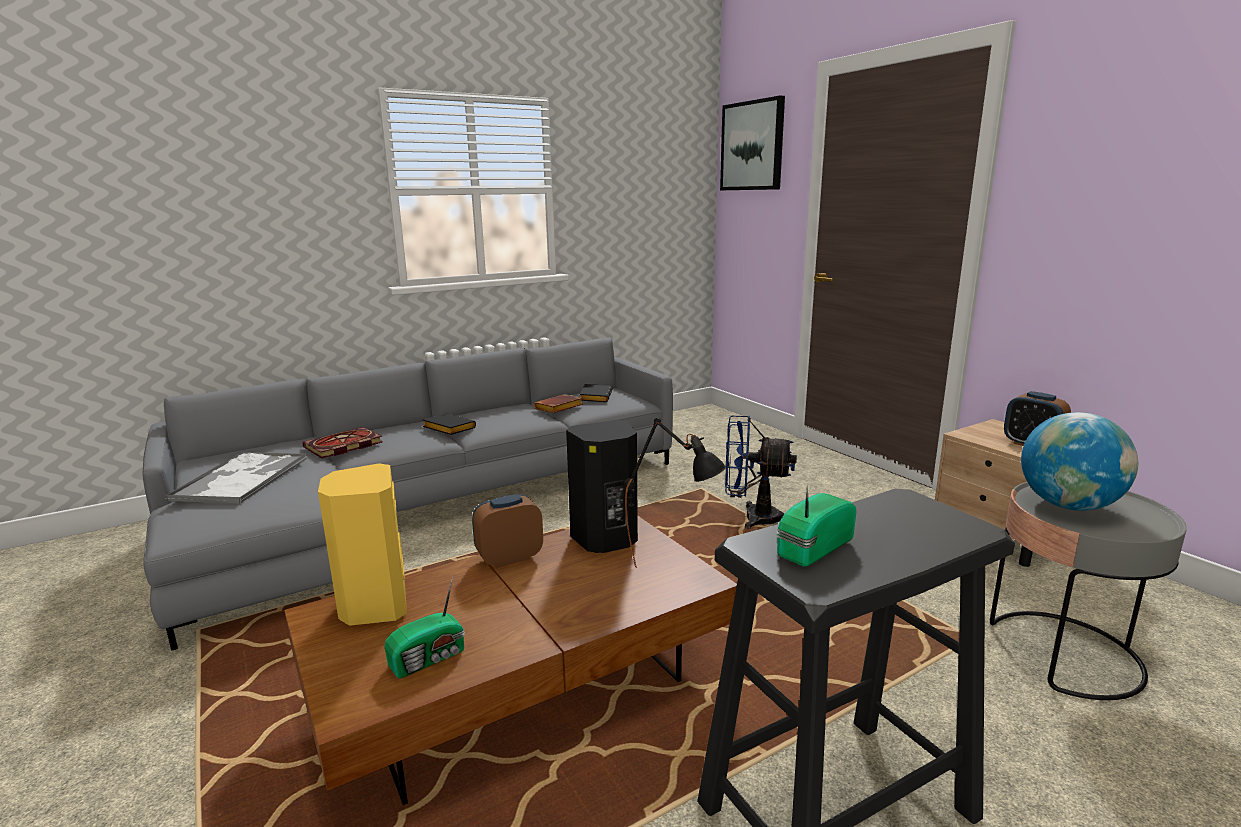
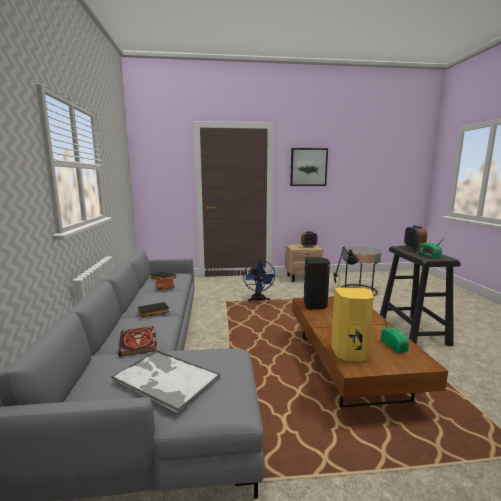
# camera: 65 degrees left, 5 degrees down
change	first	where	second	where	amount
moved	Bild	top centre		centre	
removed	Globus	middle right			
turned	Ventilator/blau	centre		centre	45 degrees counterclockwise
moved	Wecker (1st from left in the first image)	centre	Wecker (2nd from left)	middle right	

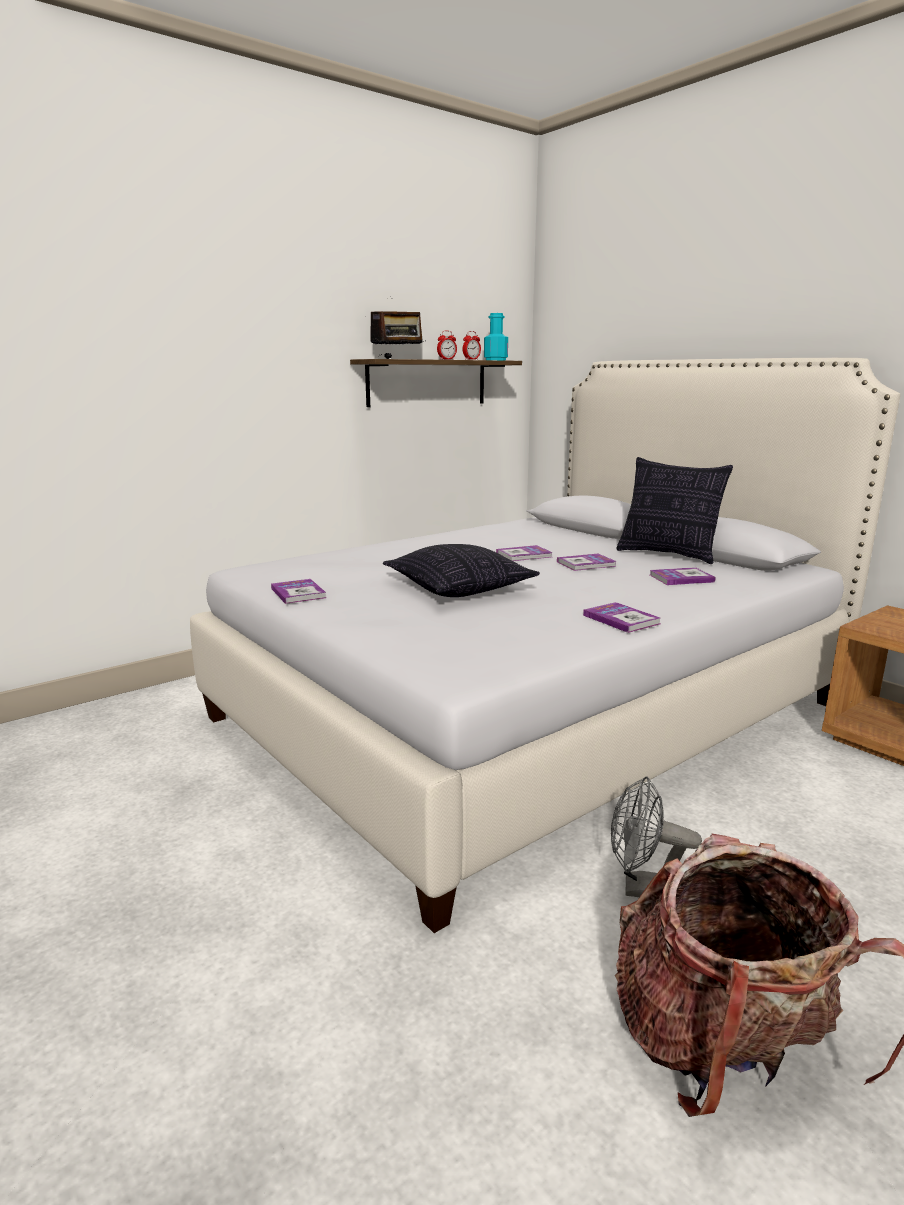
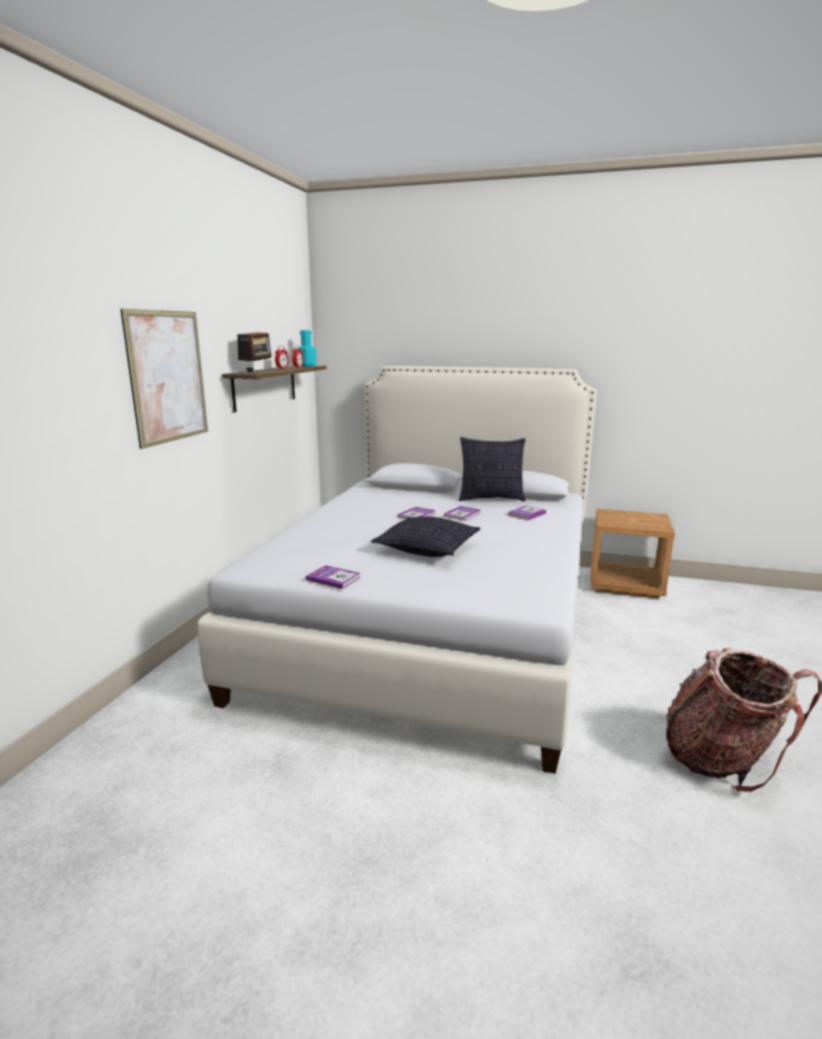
# camera: 35 degrees left, 0 degrees up
change	first	where	second	where	amount
removed	Buch (4th from left)	middle right			
removed	Ventilator/grau	bottom right			
added			Bild	middle left	

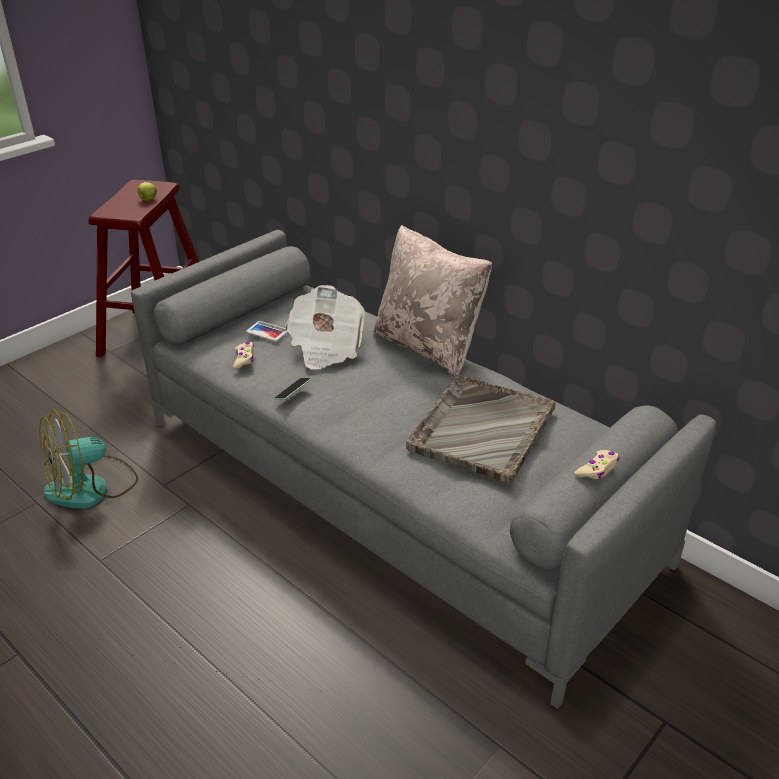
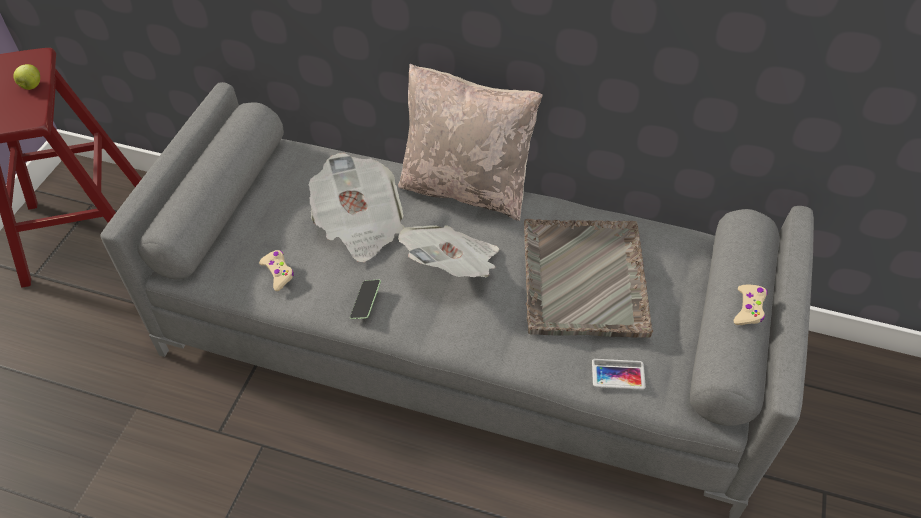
# camera: 25 degrees left, 15 degrees up
change	first	where	second	where	amount
moved	Handy (1st from left in the first image)	centre	Handy (2nd from left)	bottom right	
removed	Ventilator	middle left			
added			Zeitung (2nd from left)	centre	

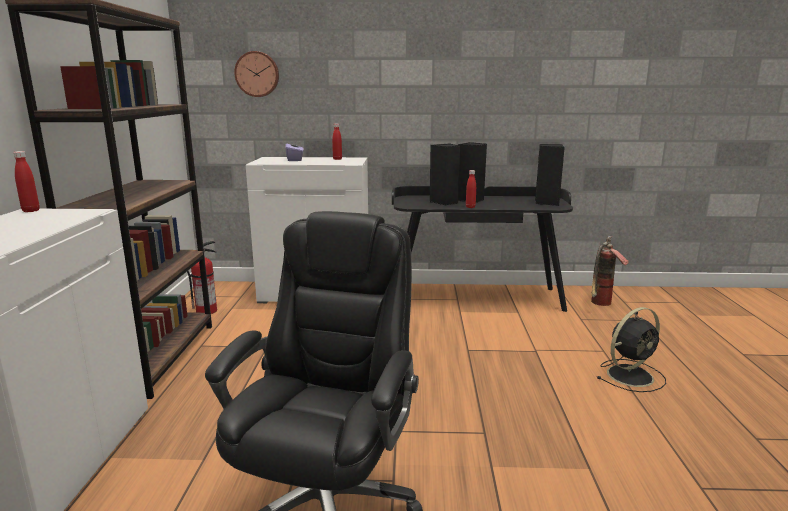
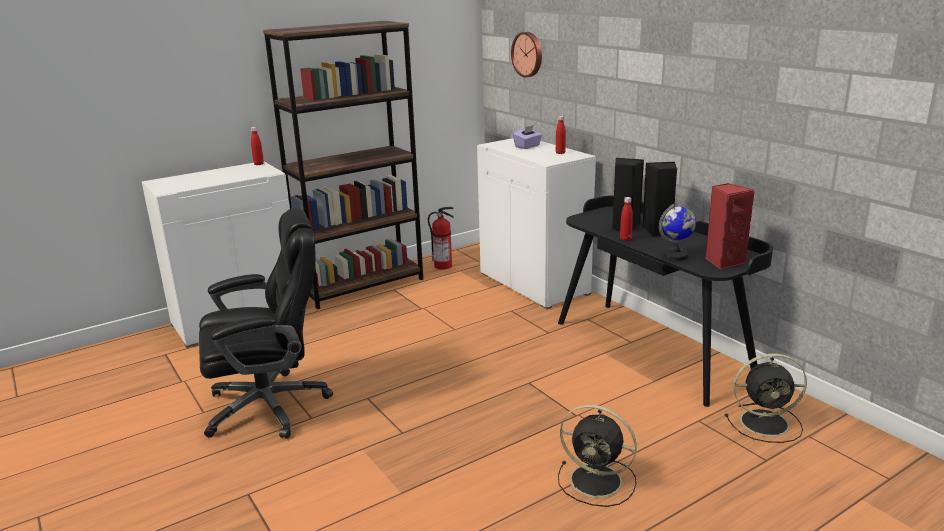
# camera: 55 degrees right, 5 degrees up
change	first	where	second	where	amount
recoloured	Lautsprecher/schwarz (3rd from left)	middle right	Lautsprecher/rot	middle right	
replaced	Feuerlöscher (2nd from left)	middle right	Ventilator/schwarz (2nd from left)	bottom right	
added			Globus	middle right	

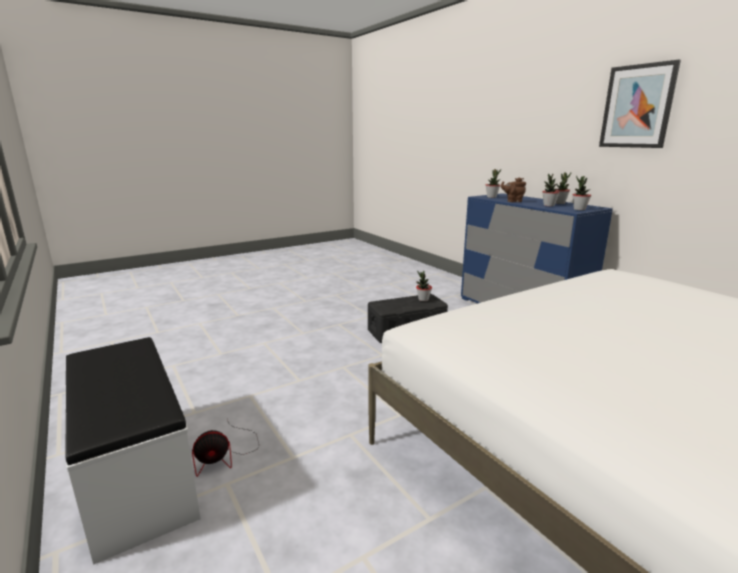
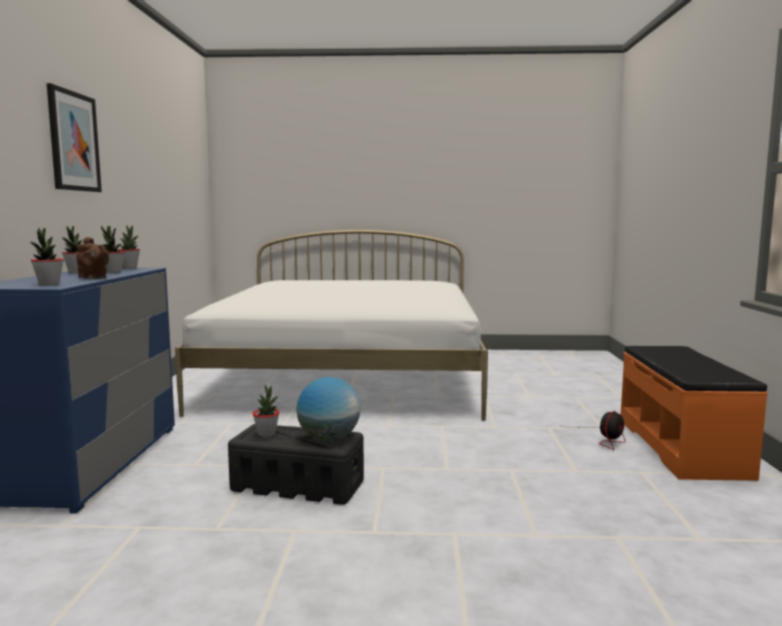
# camera: 145 degrees left, 10 degrees down
change	first	where	second	where	amount
recoloured	Bank/weiß	bottom left	Bank/orange	middle right	
turned	Ventilator	bottom left		bottom right	120 degrees clockwise
added			Globus	centre	

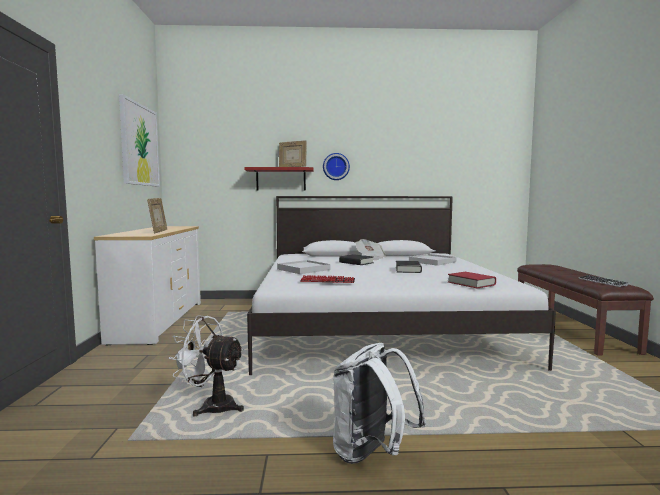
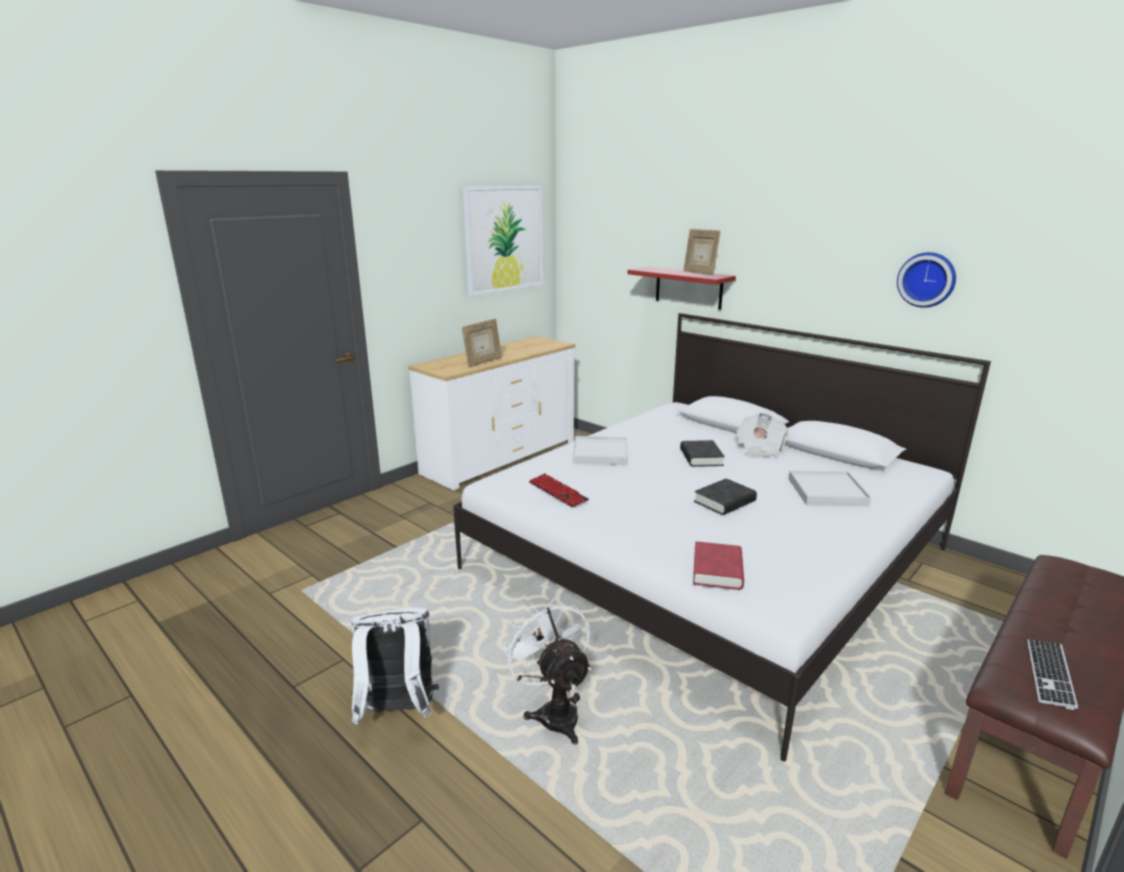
# camera: 45 degrees right, 15 degrees up
change	first	where	second	where	amount
moved	Wanduhr	centre		top right	
moved	Ventilator/weiß	bottom left		bottom centre	

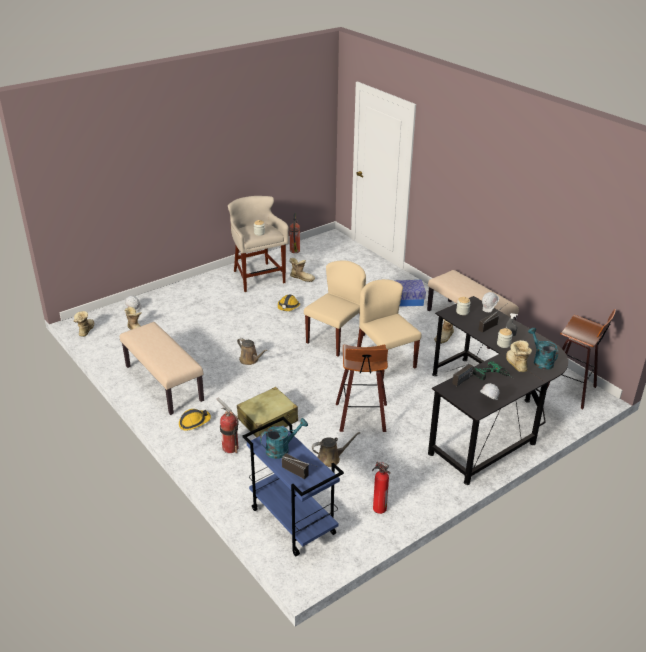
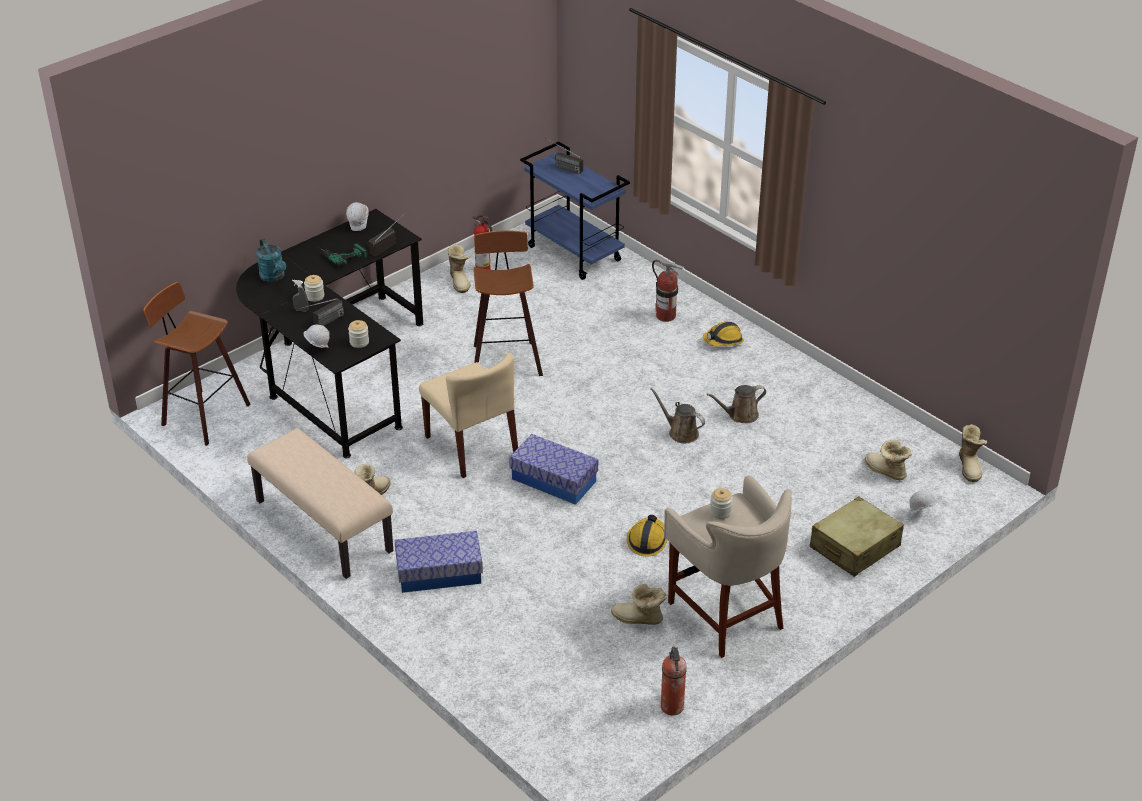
# camera: 175 degrees right, 5 degrees up
change	first	where	second	where	amount
replaced	Stuhl/beige (1st from left)	centre	Aufbewahrungsbox (2nd from left)	centre	
removed	Bank/beige (1st from left)	middle left			
moved	Stiefel (5th from left in the first image)	middle right	Stiefel (2nd from left)	centre	
moved	Koffer/beige	centre		bottom right	
removed	Gießkanne/türkis (1st from left)	bottom centre			
moved	Gießkanne/braun (2nd from left)	bottom centre		centre	

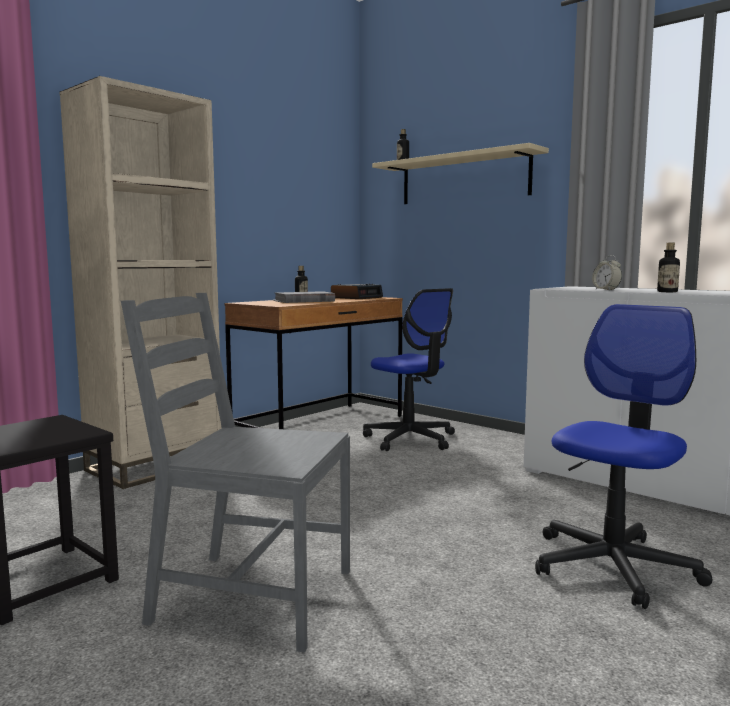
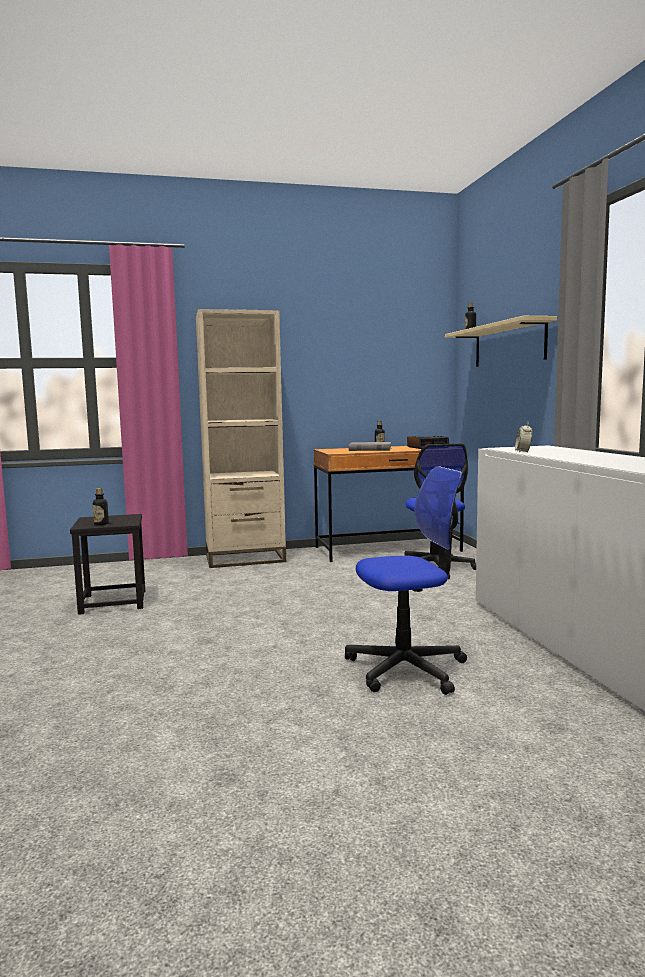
# camera: 35 degrees right, 0 degrees up
change	first	where	second	where	amount
moved	Flasche (3rd from left in the first image)	middle right	Flasche (1st from left)	middle left	
removed	Stuhl/grau	bottom left			

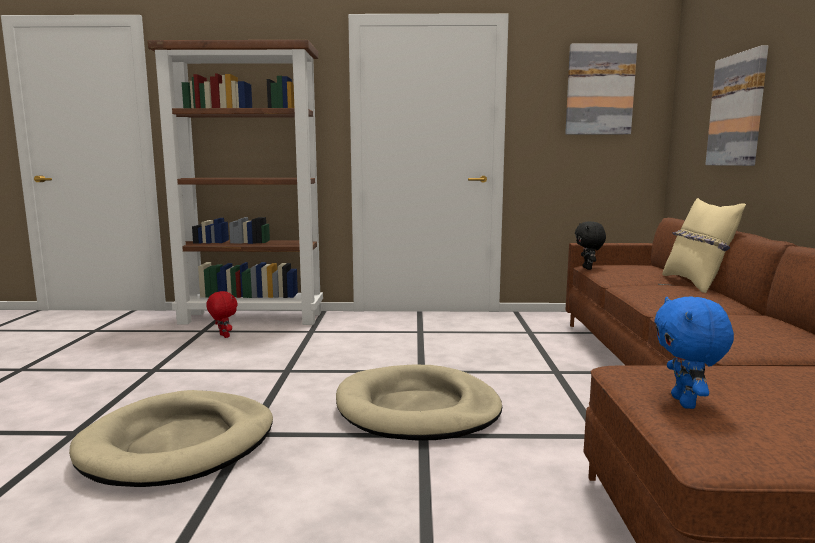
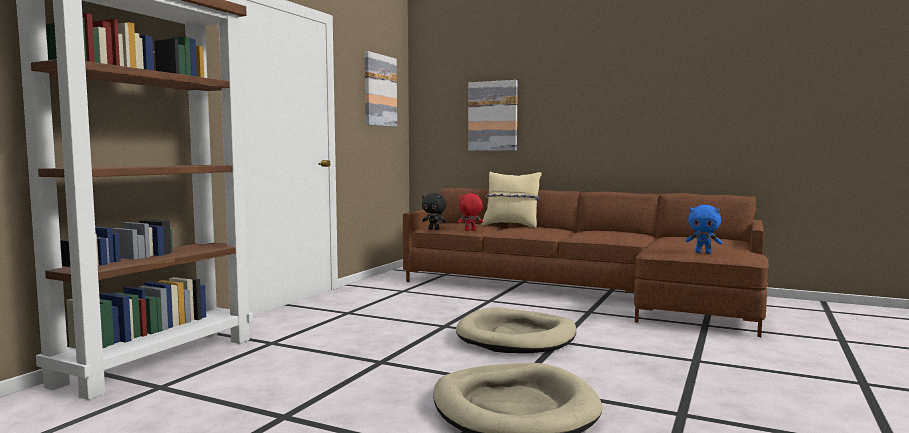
# camera: 65 degrees left, 5 degrees down
change	first	where	second	where	amount
moved	Plüschtier/rot	middle left		centre	

